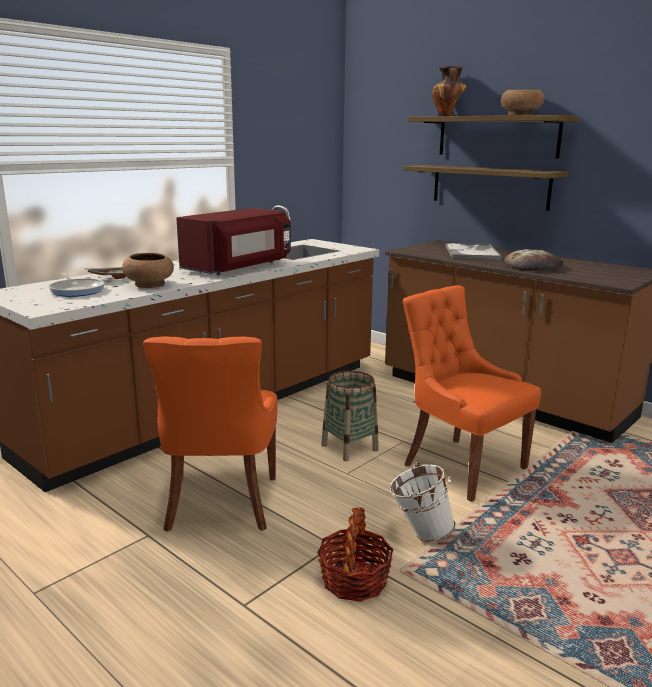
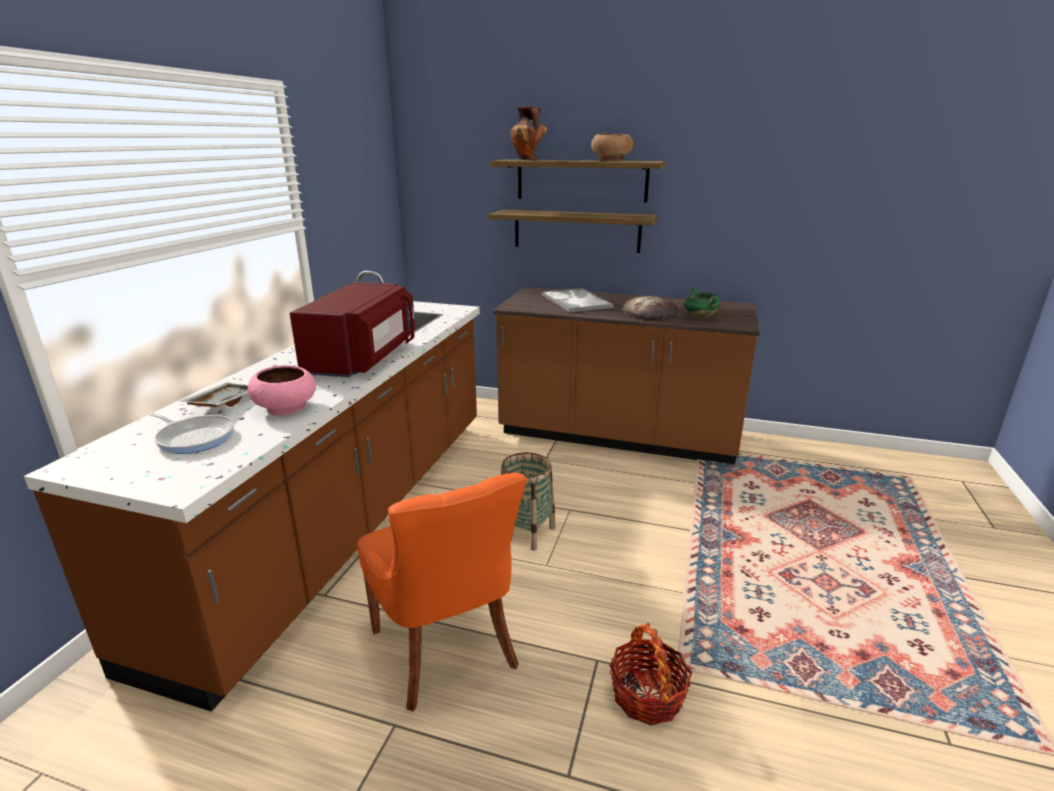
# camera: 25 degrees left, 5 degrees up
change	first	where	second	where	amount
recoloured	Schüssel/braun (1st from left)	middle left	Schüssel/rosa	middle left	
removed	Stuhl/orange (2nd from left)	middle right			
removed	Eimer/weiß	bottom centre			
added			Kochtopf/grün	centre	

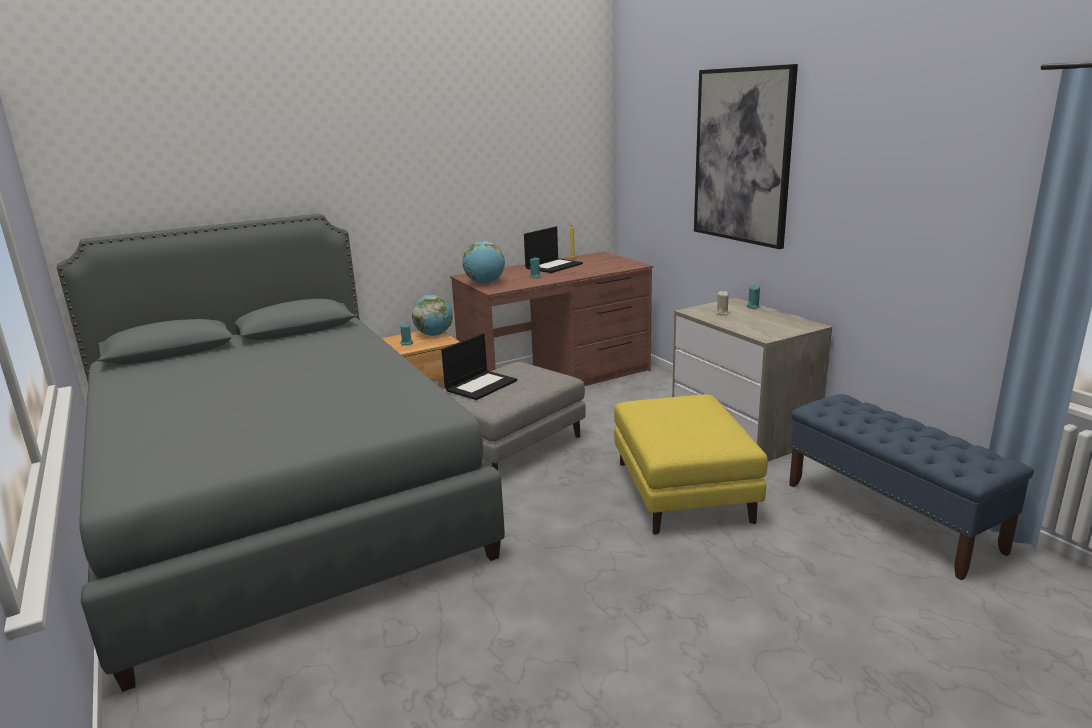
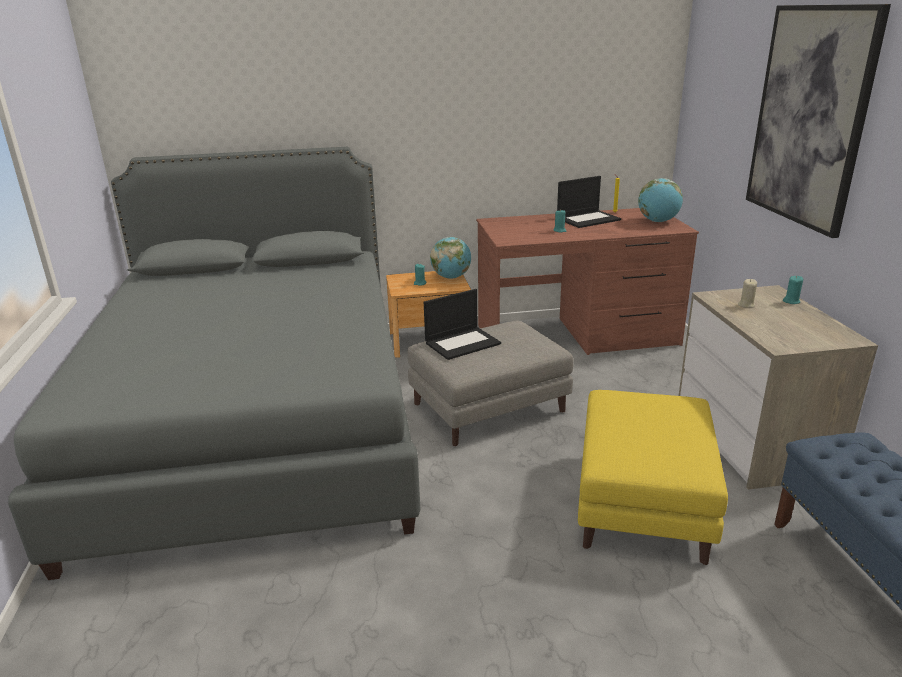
# camera: 20 degrees right, 5 degrees up
change	first	where	second	where	amount
moved	Globus (2nd from left)	centre		top right	

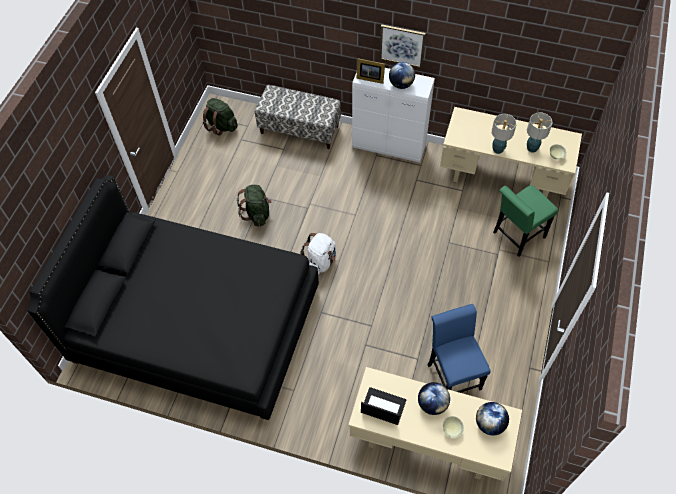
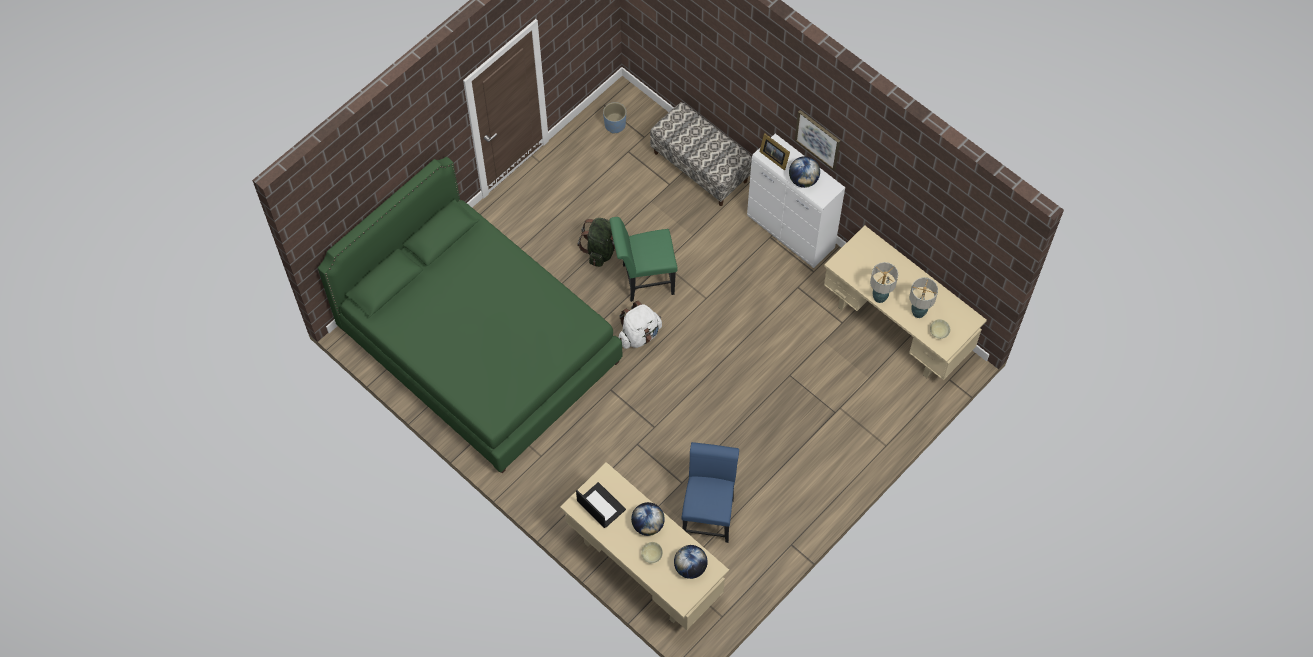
# camera: 25 degrees right, 5 degrees up
change	first	where	second	where	amount
replaced	Rucksack/grün (1st from left)	top left	Pflanzkübel/blau	top centre	
recoloured	Bett/schwarz	middle left	Bett/grün	centre	
moved	Stuhl/grün	middle right		centre	

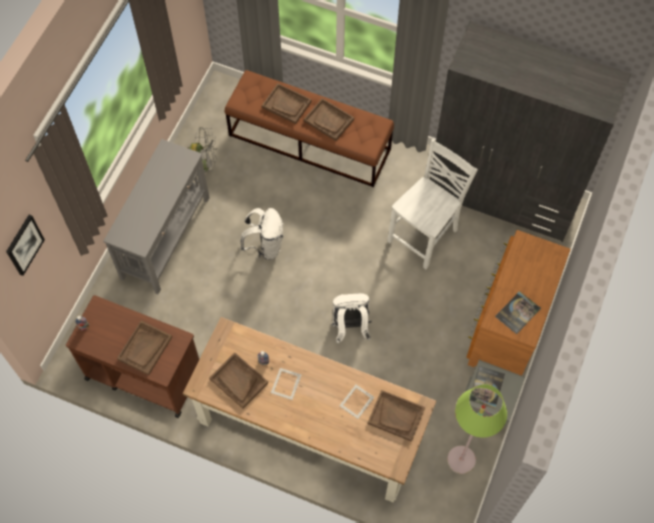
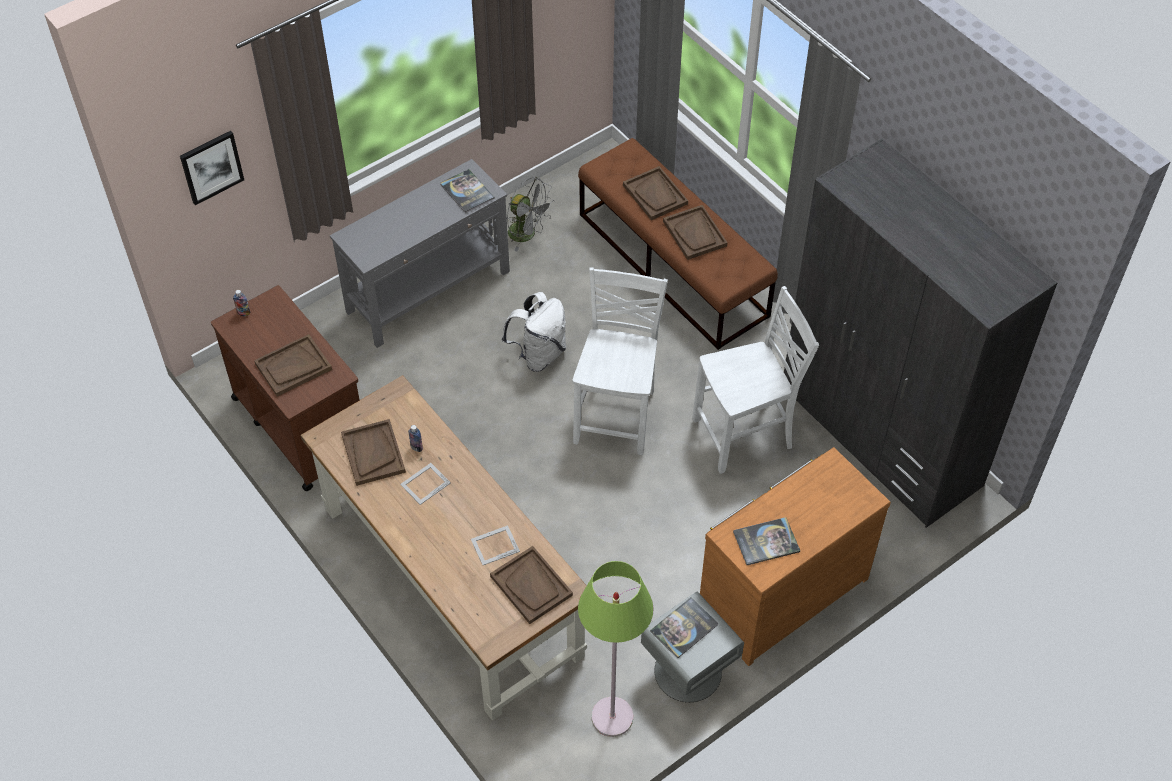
# camera: 30 degrees right, 10 degrees down
change	first	where	second	where	amount
removed	Rucksack/weiß (2nd from left)	centre			
added			Buch (1st from left)	top centre	
added			Stuhl/weiß (1st from left)	centre	

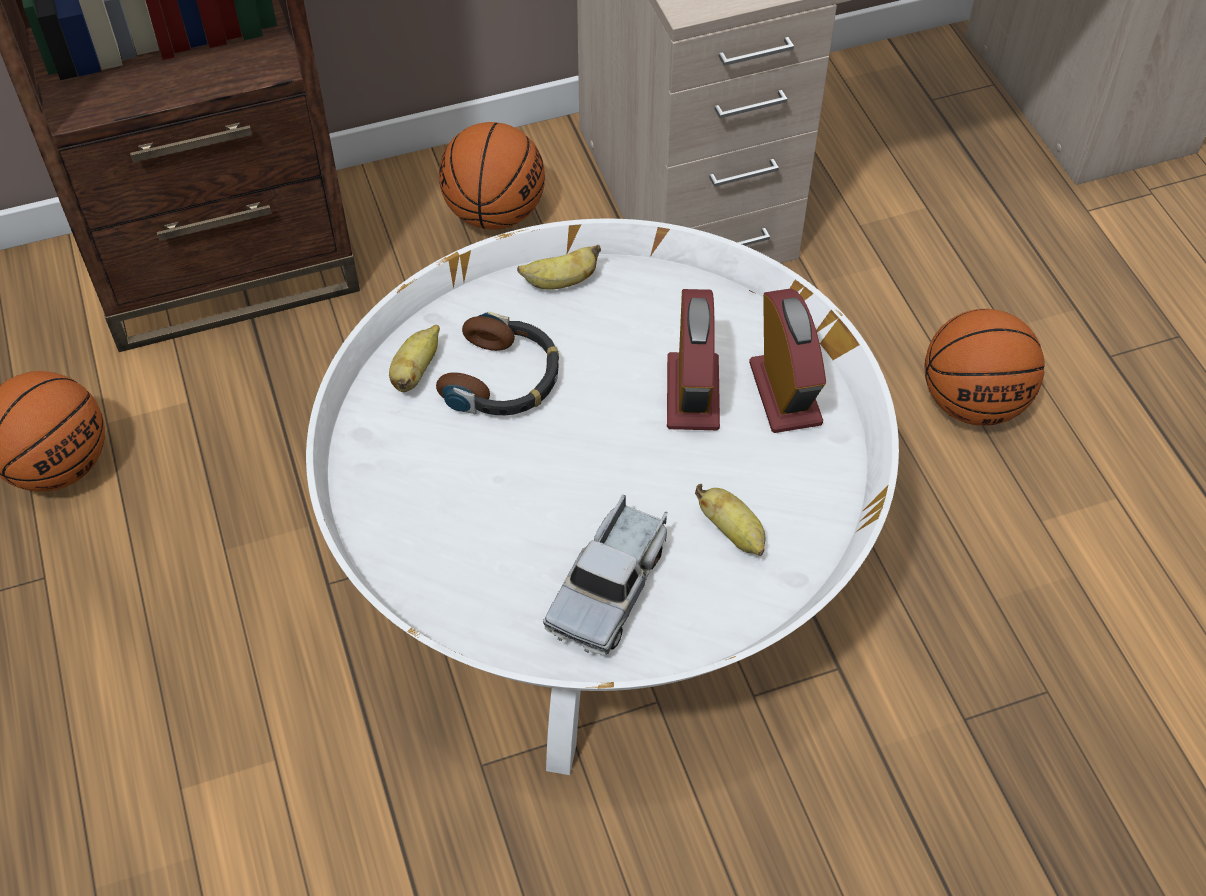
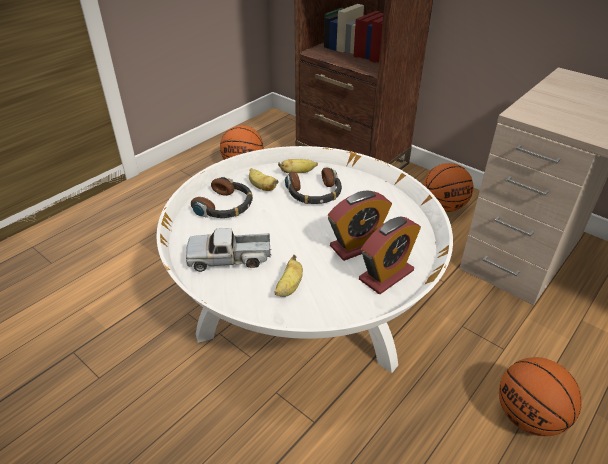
# camera: 60 degrees right, 15 degrees down
change	first	where	second	where	amount
moved	Banane (2nd from left in the first image)	top centre	Banane (1st from left)	centre	
added			Kopfhörer (1st from left)	centre	

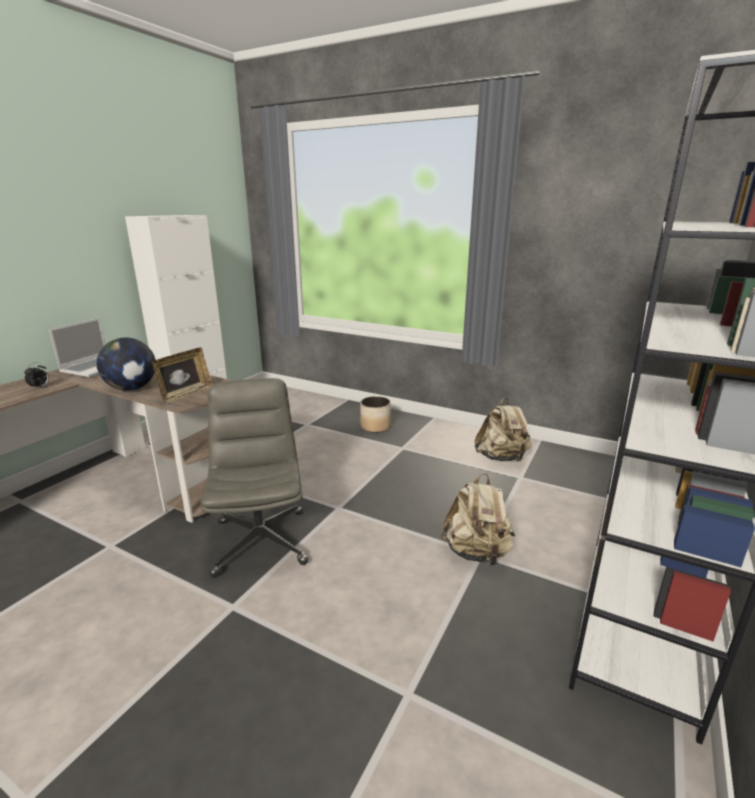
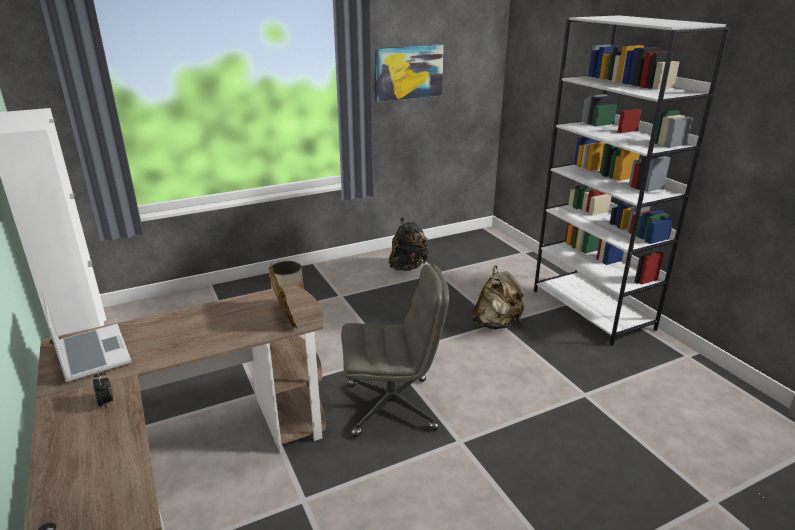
# camera: 55 degrees left, 5 degrees up
change	first	where	second	where	amount
removed	Globus	middle left			
turned	Bürostuhl/grau	centre		centre	150 degrees clockwise
recoloured	Rucksack/beige (2nd from left)	centre	Rucksack/schwarz	centre	
added			Bild	top centre	

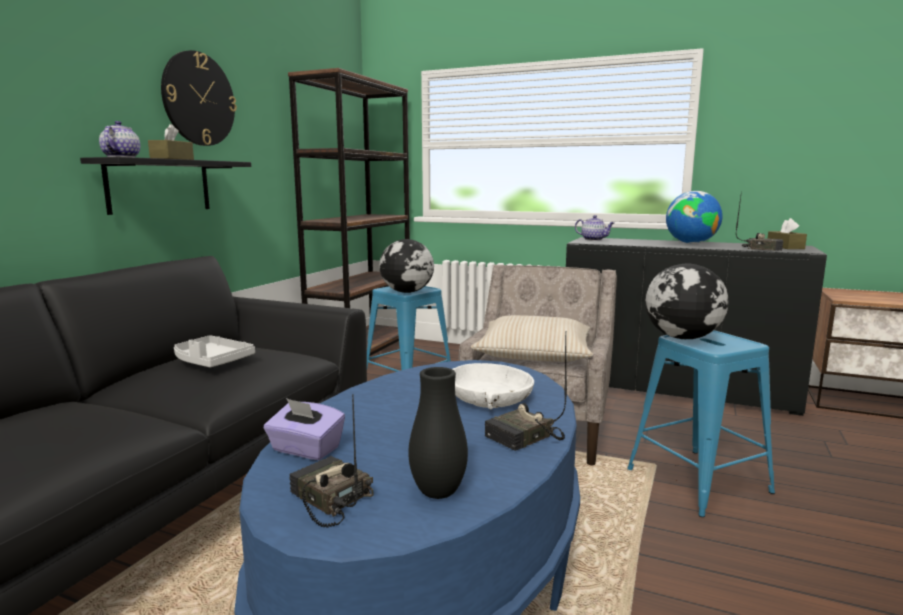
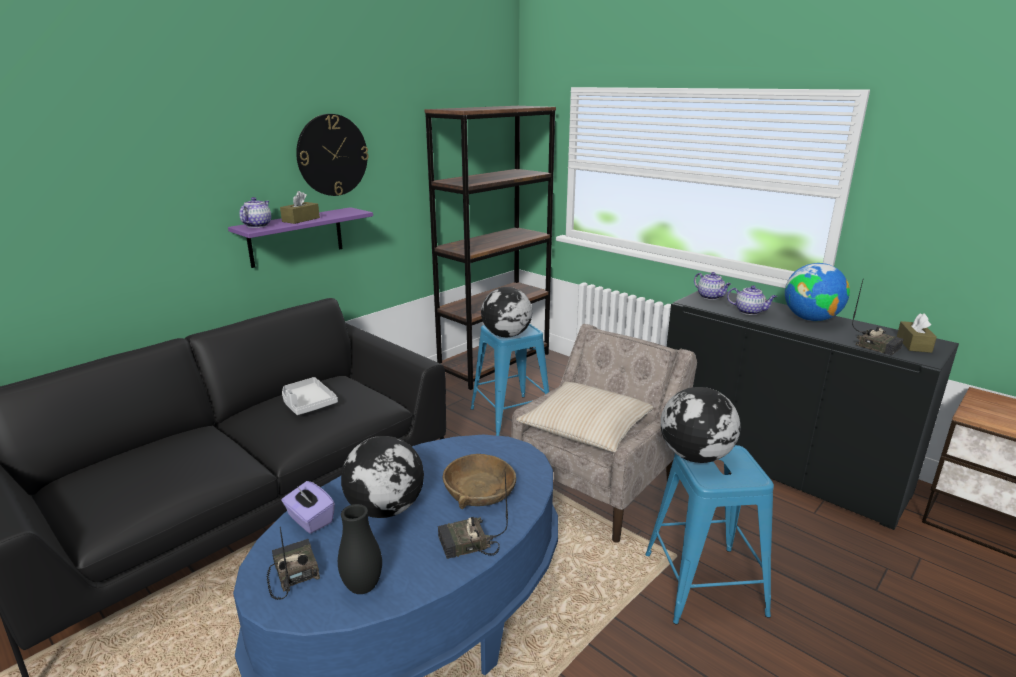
# camera: 20 degrees right, 10 degrees up
change	first	where	second	where	amount
recoloured	Wandregal/schwarz	top left	Wandregal/lila	middle left	
recoloured	Schüssel/weiß	centre	Schüssel/braun	bottom centre	
added			Teekanne (3rd from left)	middle right	
added			Globus (1st from left)	bottom centre	

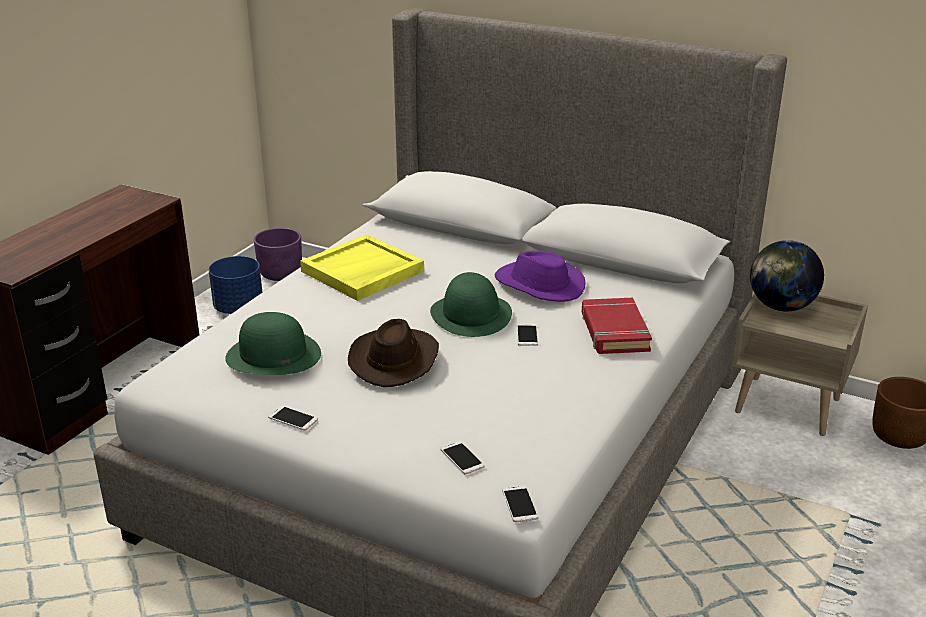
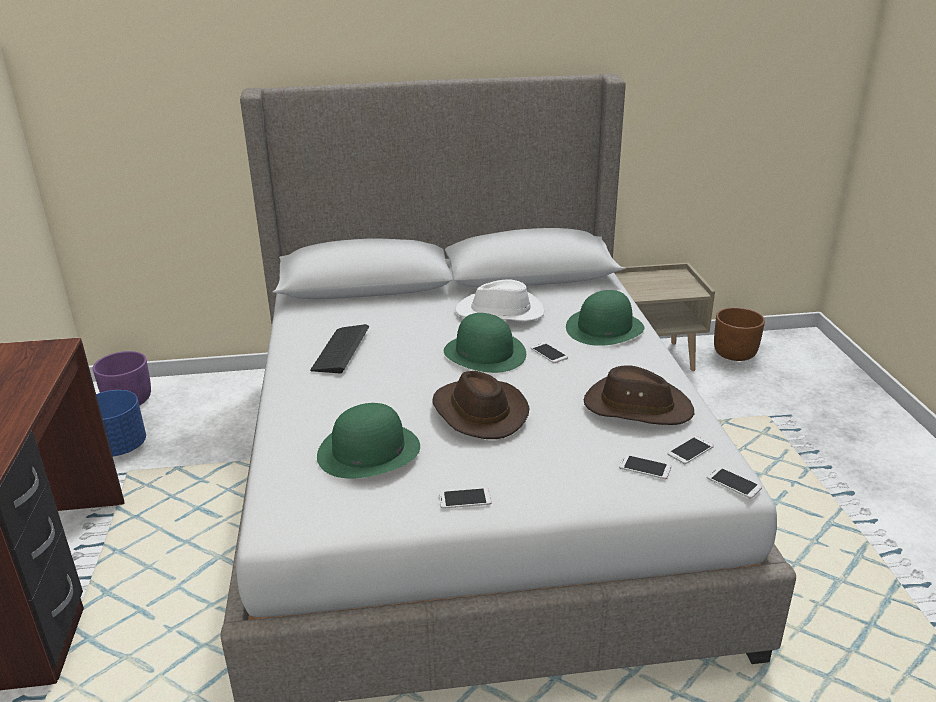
# camera: 35 degrees left, 0 degrees up
change	first	where	second	where	amount
replaced	Tablett/gelb	centre	Tastatur	centre	
removed	Globus	middle right			
recoloured	Hut/lila	centre	Hut/weiß	centre	
replaced	Buch/rot	centre	Hut/grün (3rd from left)	centre	
added			Hut/braun (2nd from left)	middle right	
added			Handy (4th from left)	middle right	

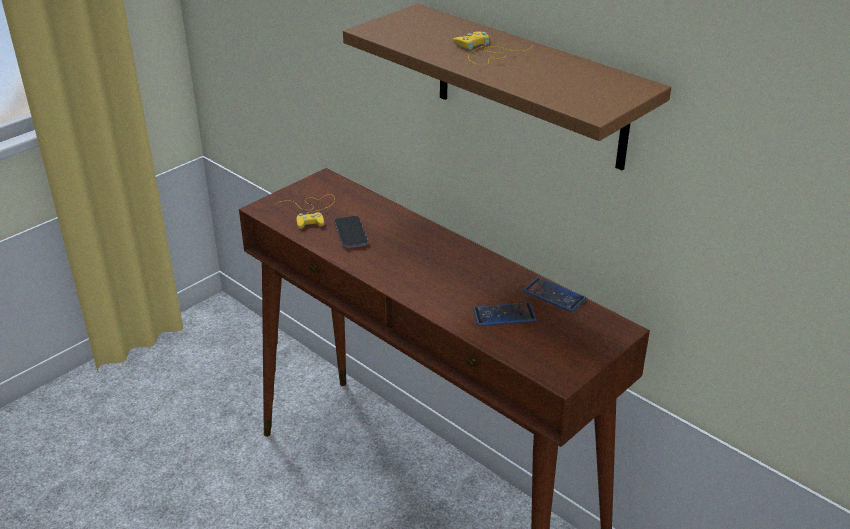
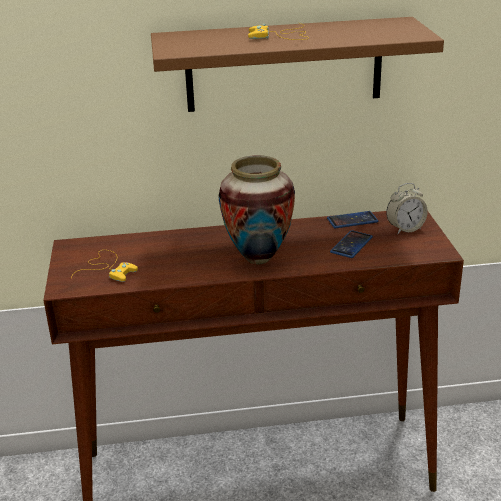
# camera: 50 degrees left, 5 degrees down
change	first	where	second	where	amount
removed	Handy (1st from left)	centre			
added			Vase	centre	
added			Wecker	middle right	

